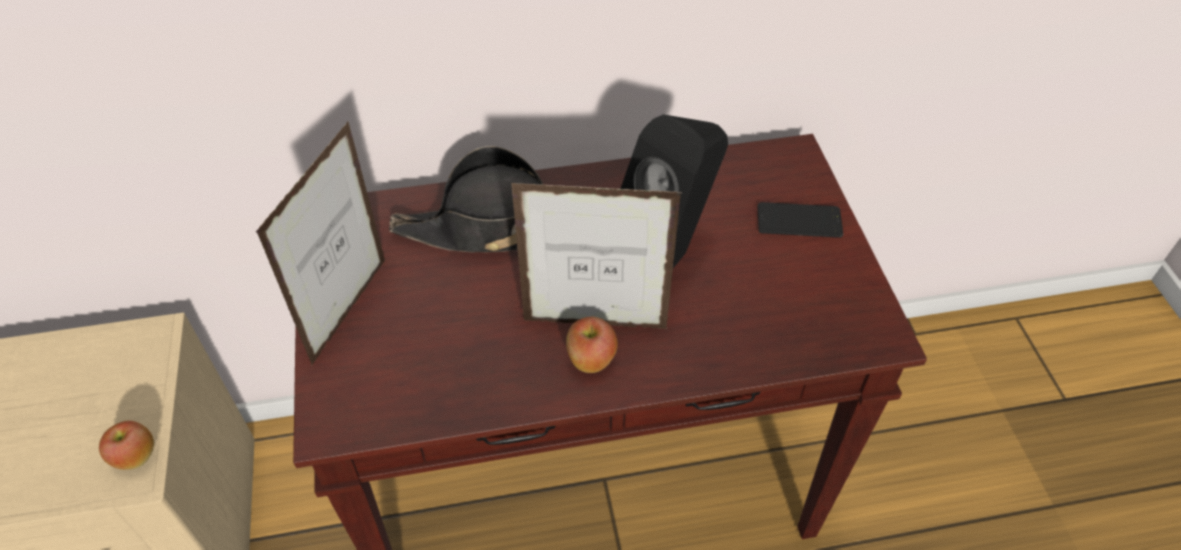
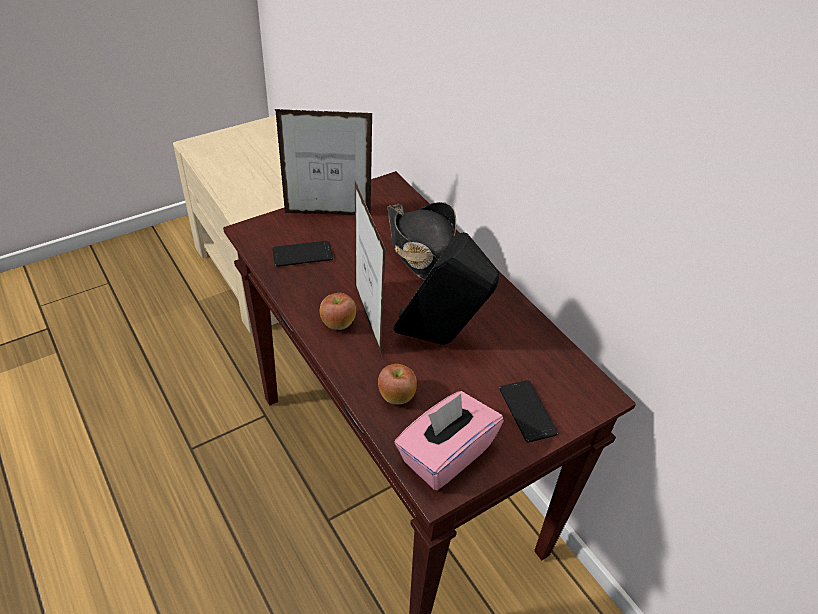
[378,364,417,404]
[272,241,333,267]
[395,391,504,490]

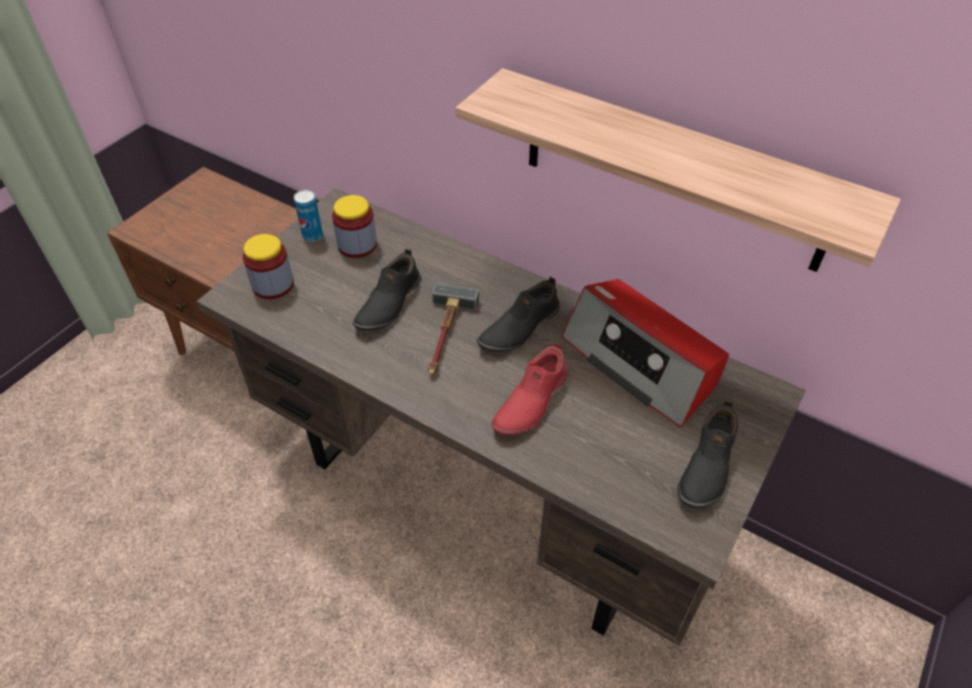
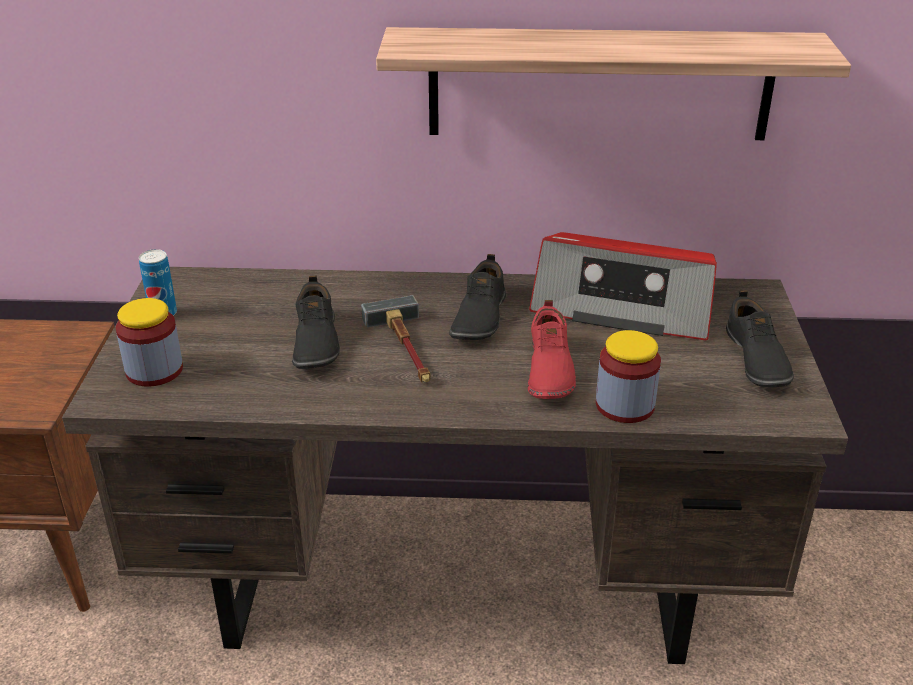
[596,330,661,423]

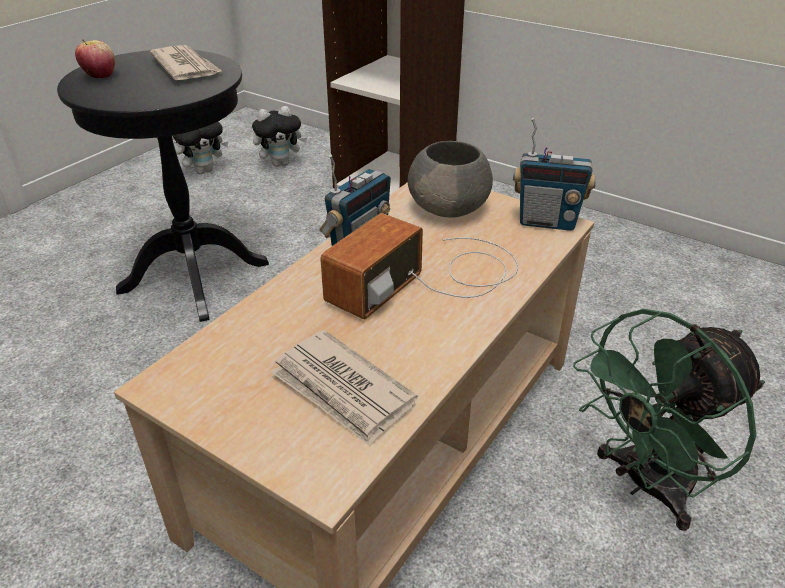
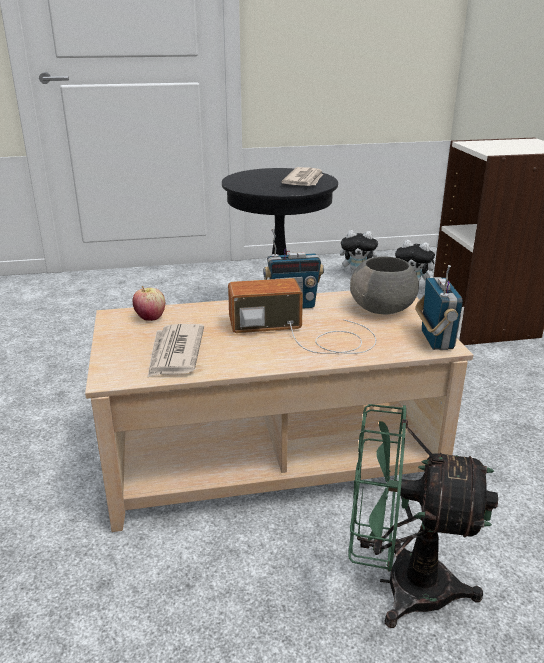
[133,286,165,321]
[415,265,463,350]

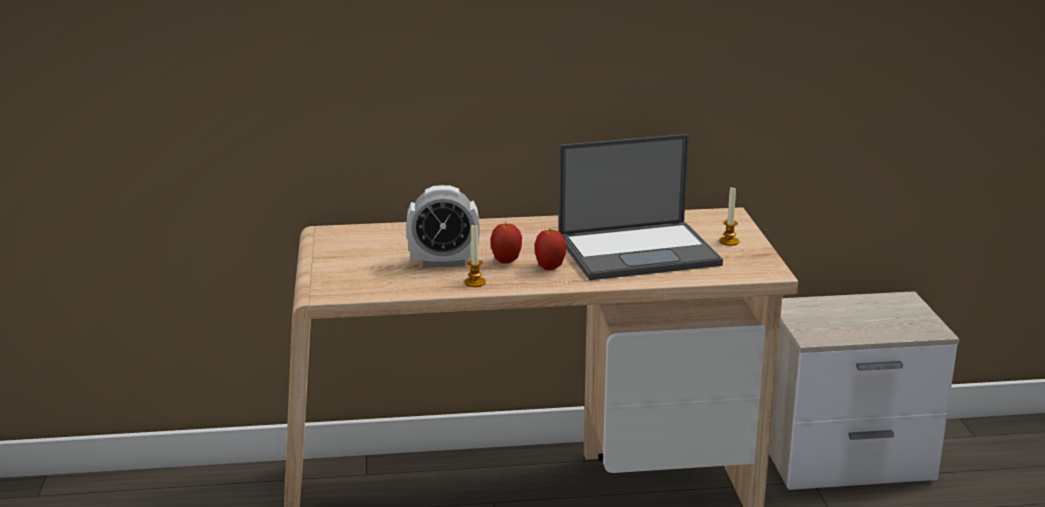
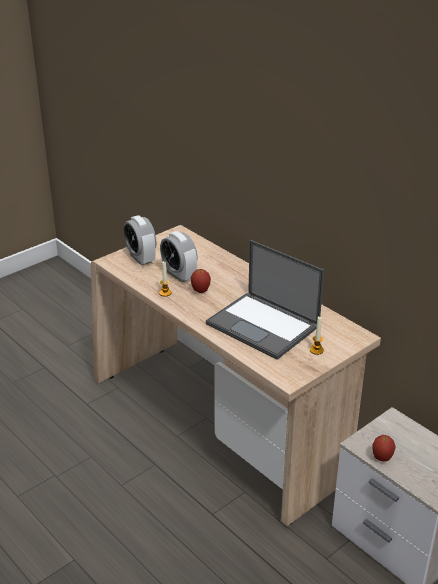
[373,435,396,462]
[123,215,157,266]

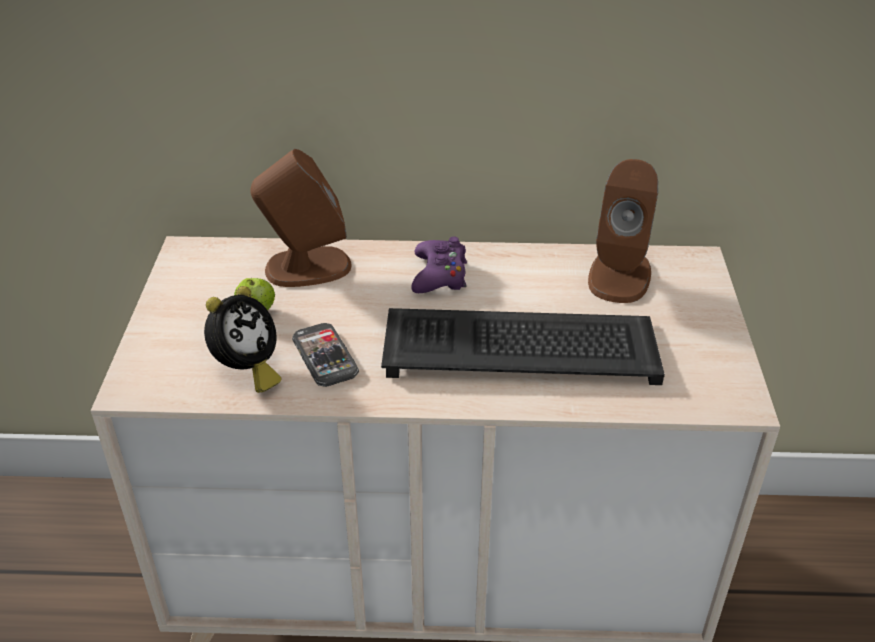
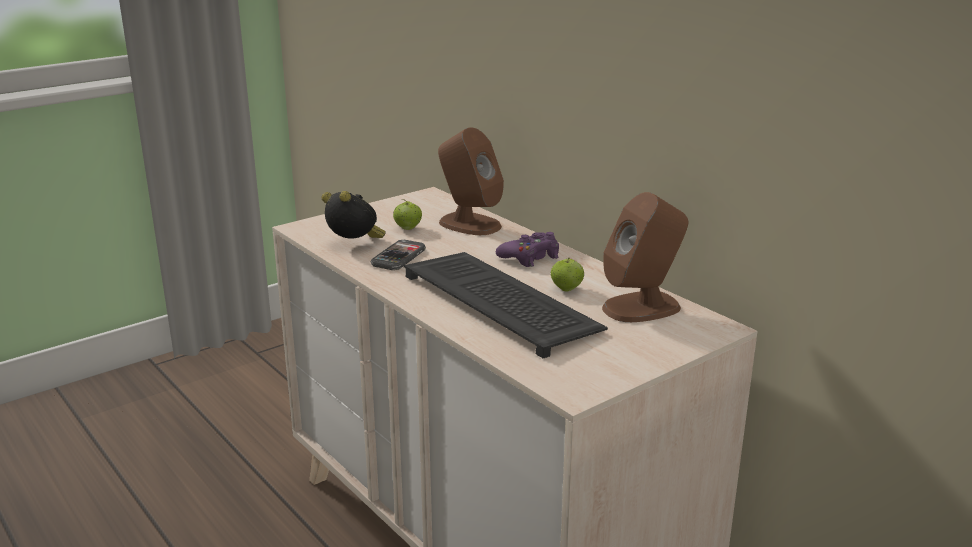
[321,191,386,239]
[550,258,584,291]

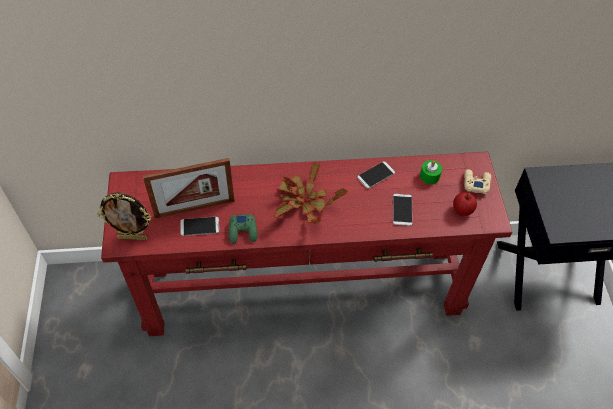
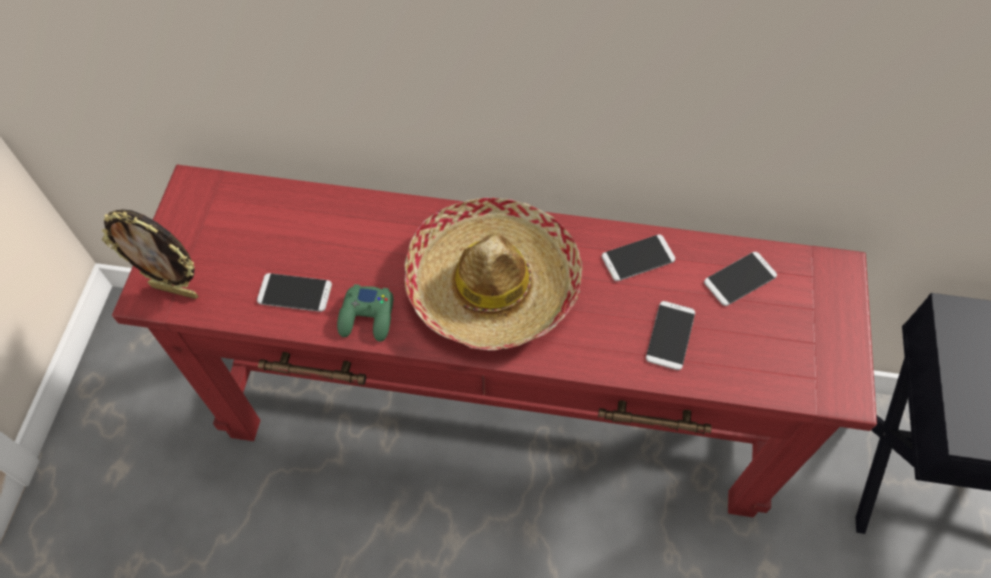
[143,158,234,219] (first image)
[404,197,583,350]
[704,252,777,306]
[453,192,477,216] (first image)
[464,169,491,194] (first image)

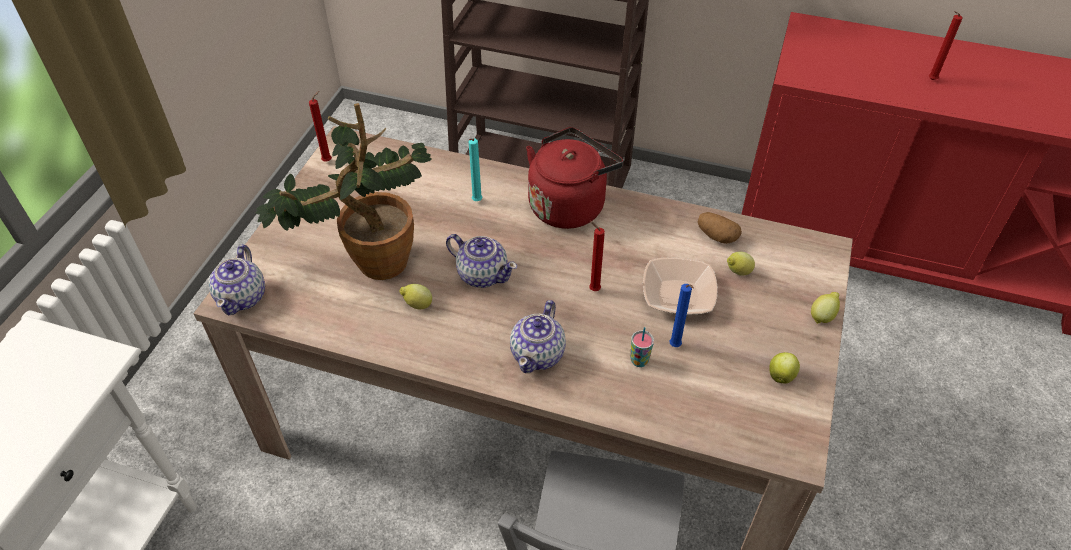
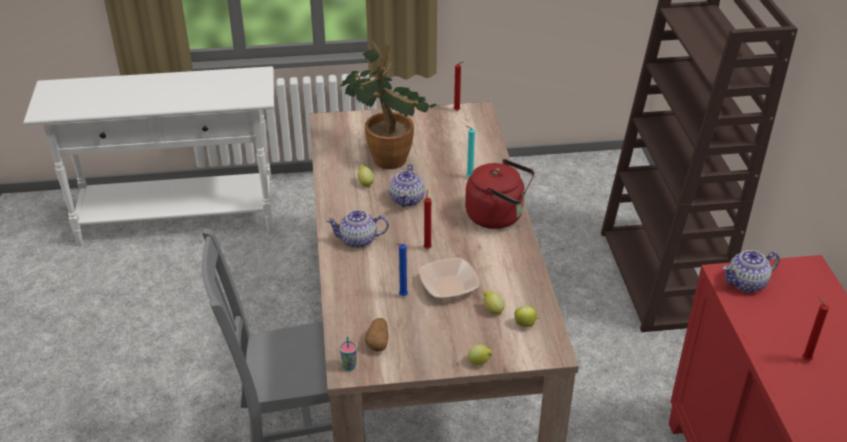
[723,250,780,292]
[339,336,357,371]
[365,318,388,352]
[514,306,539,327]

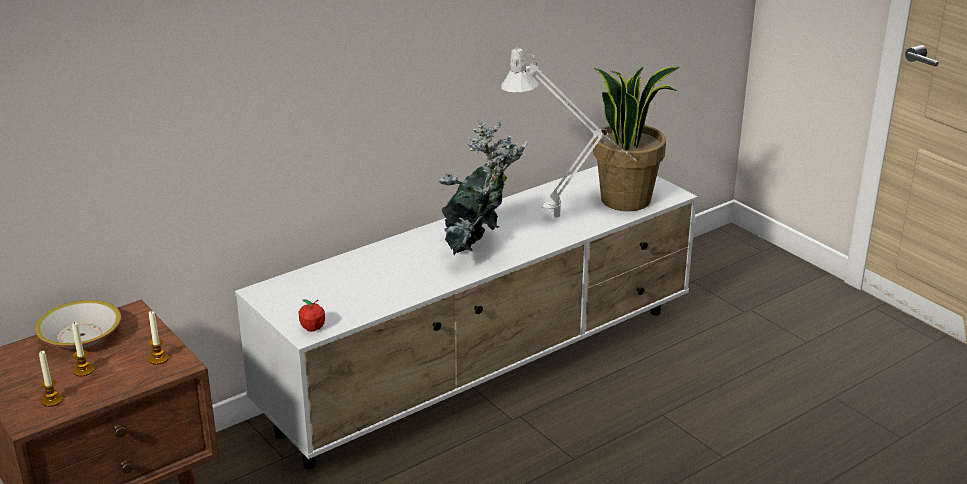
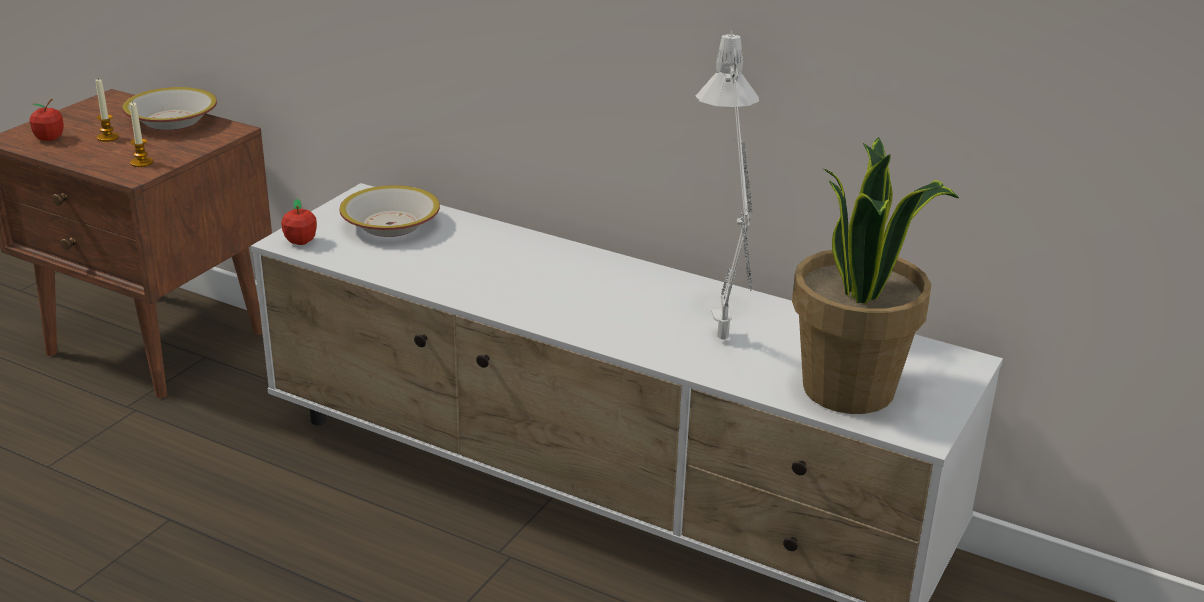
[29,99,64,141]
[439,120,528,256] (first image)
[339,185,440,237]

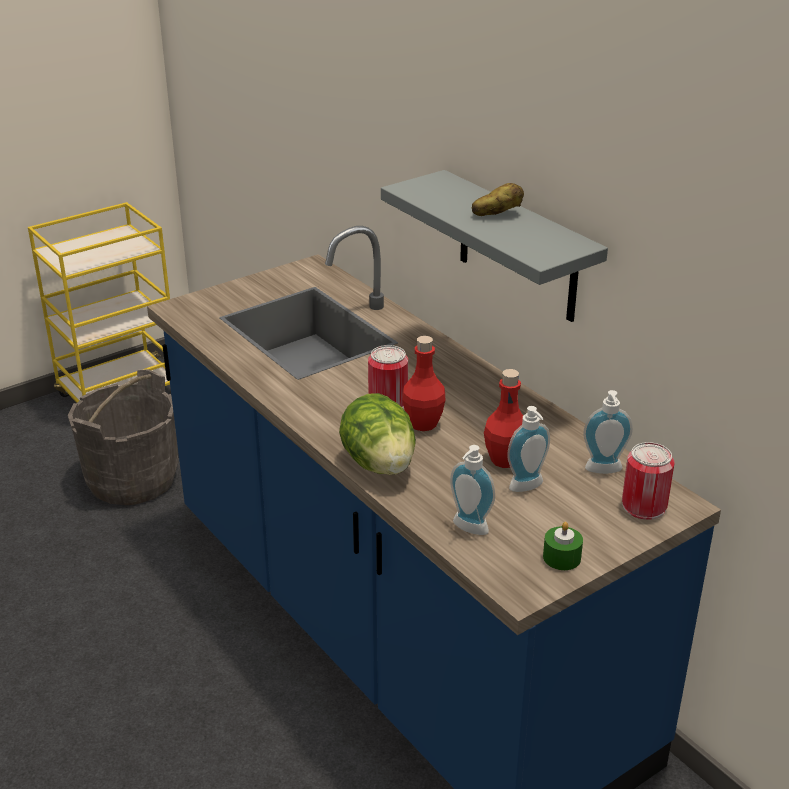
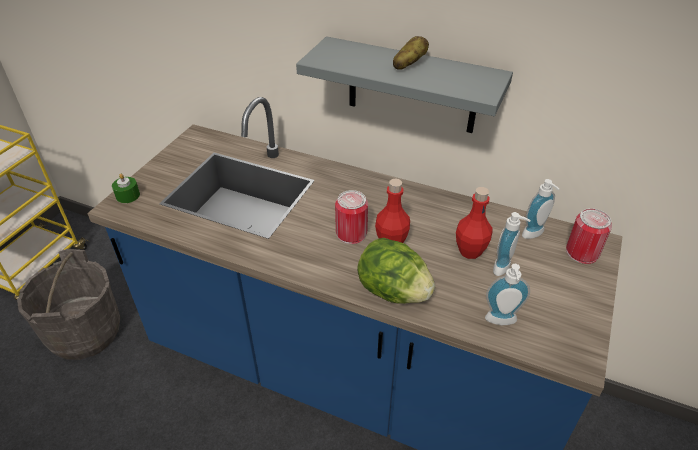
[112,174,140,203]

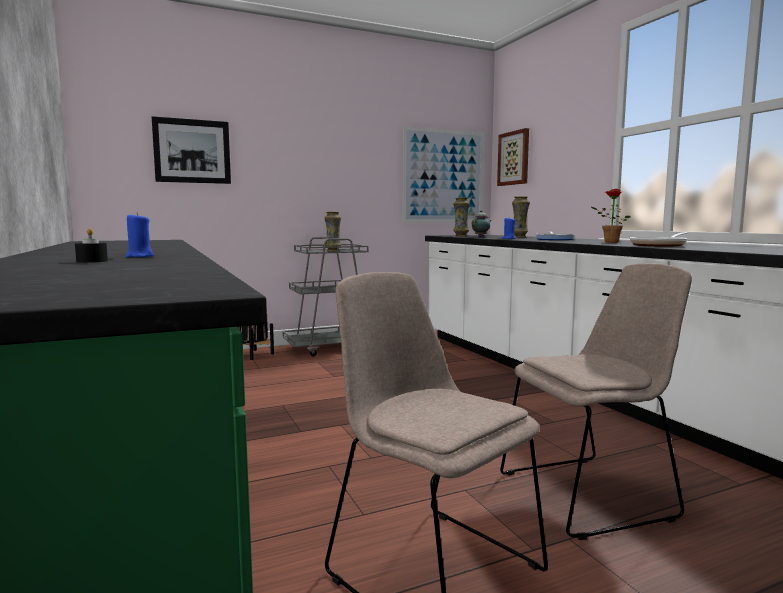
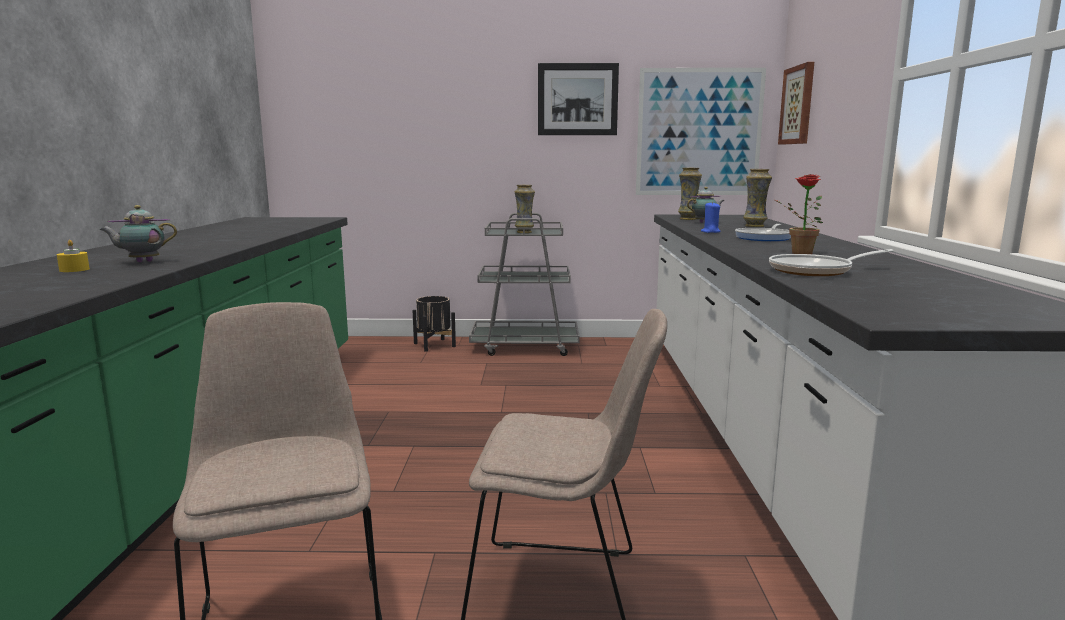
[57,240,90,272]
[100,205,177,262]
[538,63,619,135]

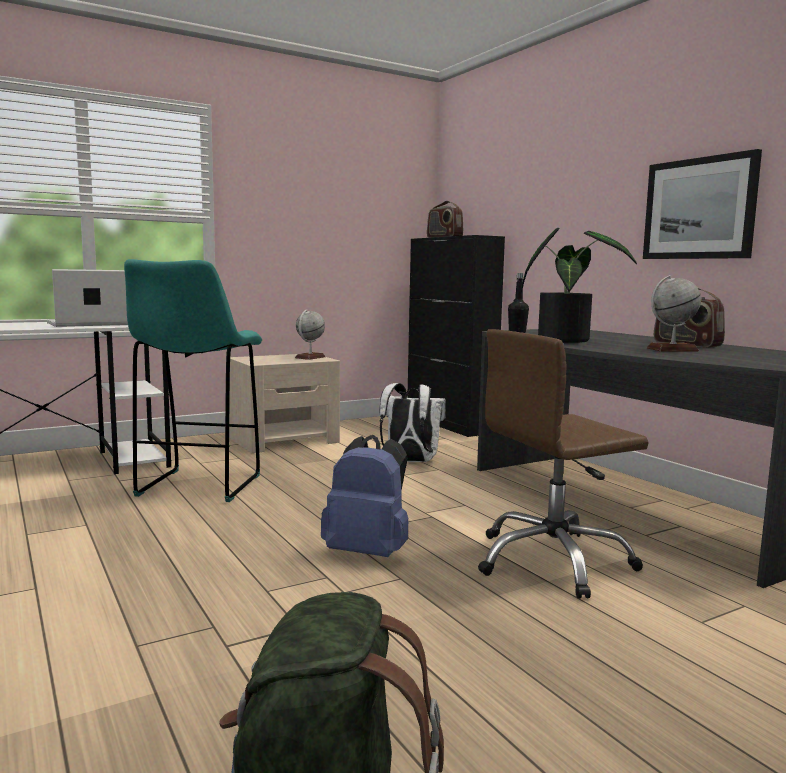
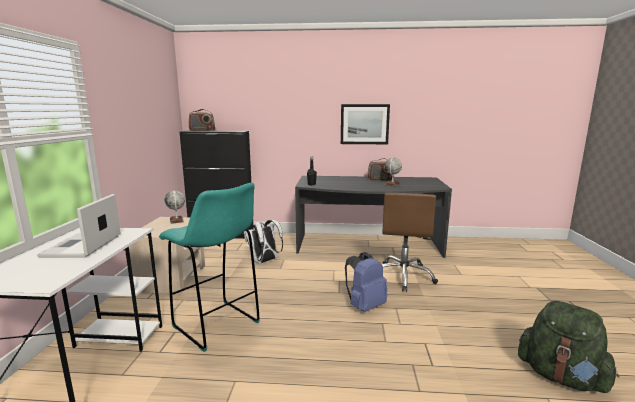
[521,228,637,343] (first image)

